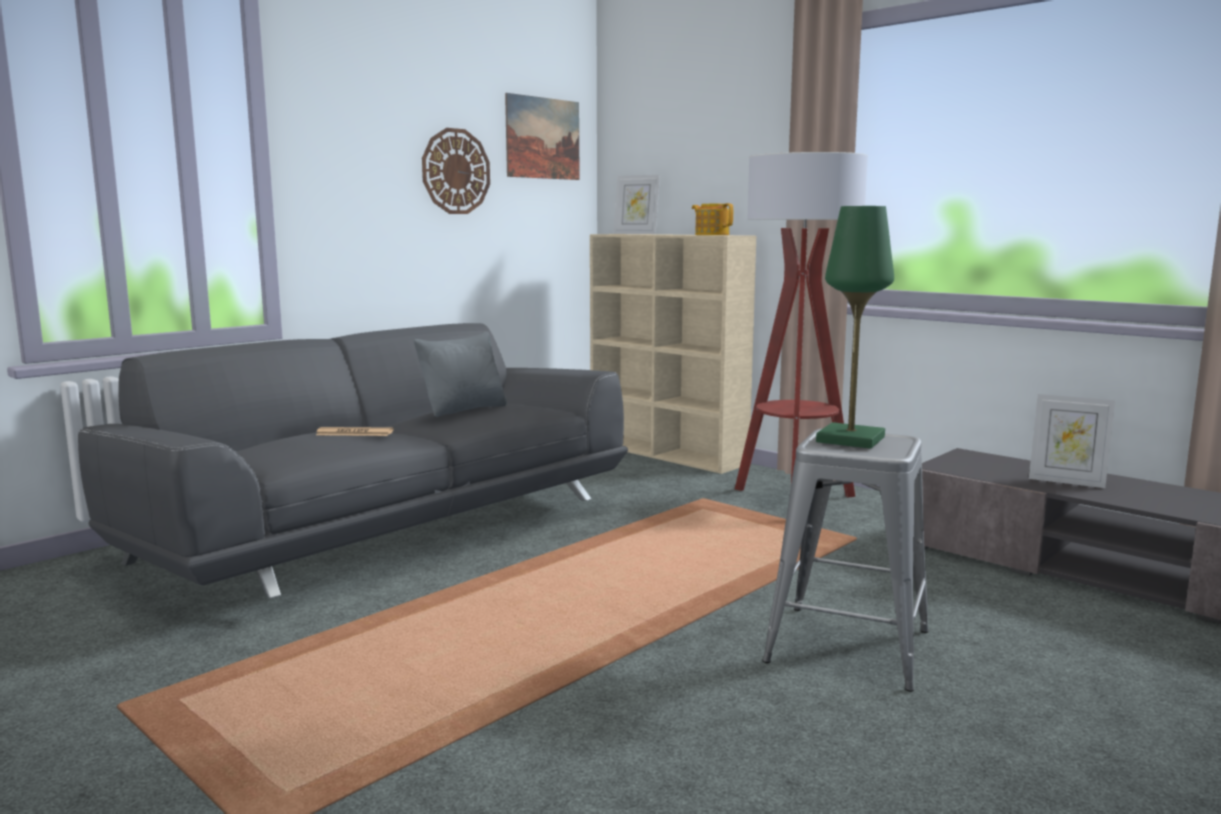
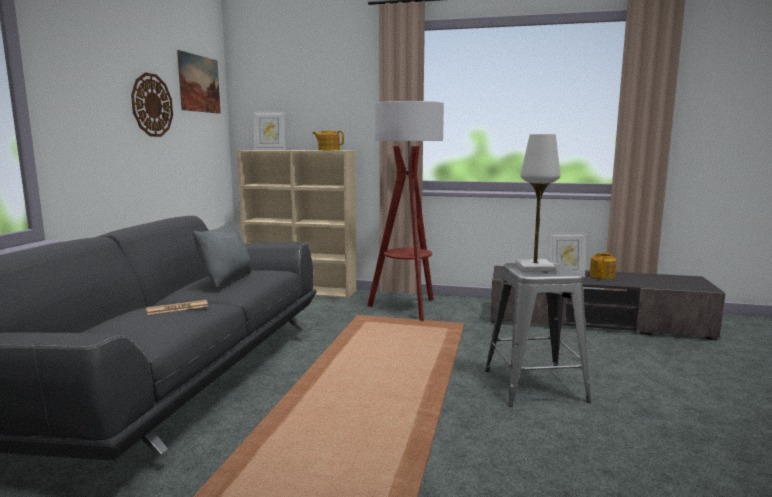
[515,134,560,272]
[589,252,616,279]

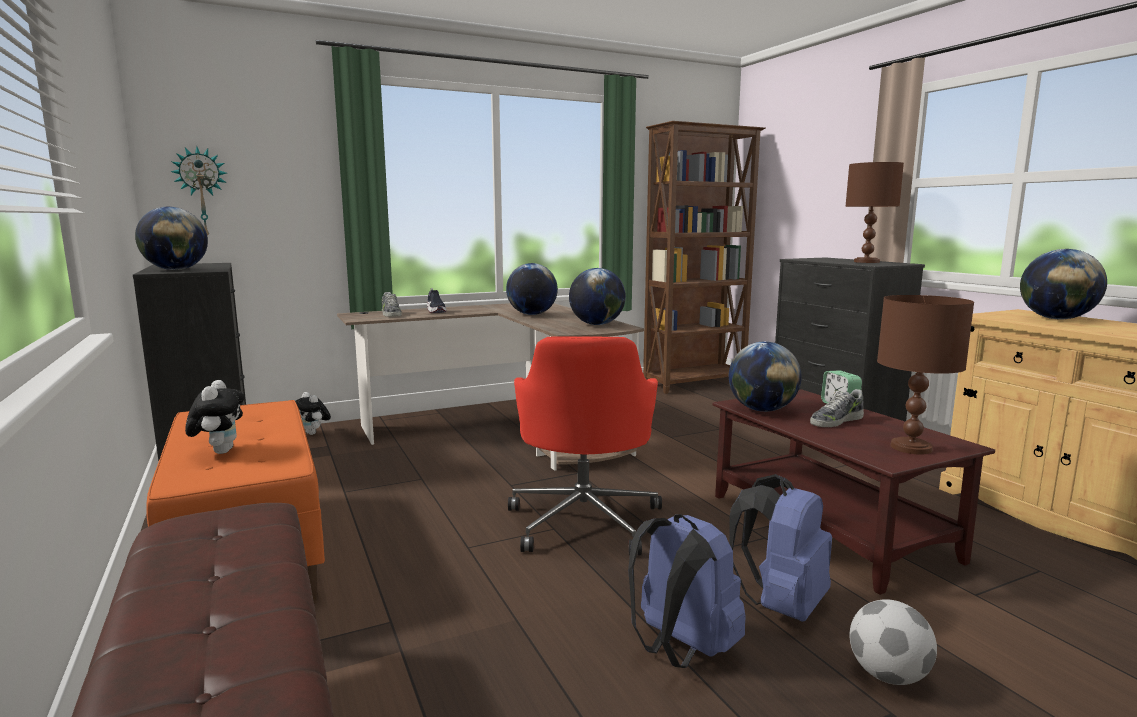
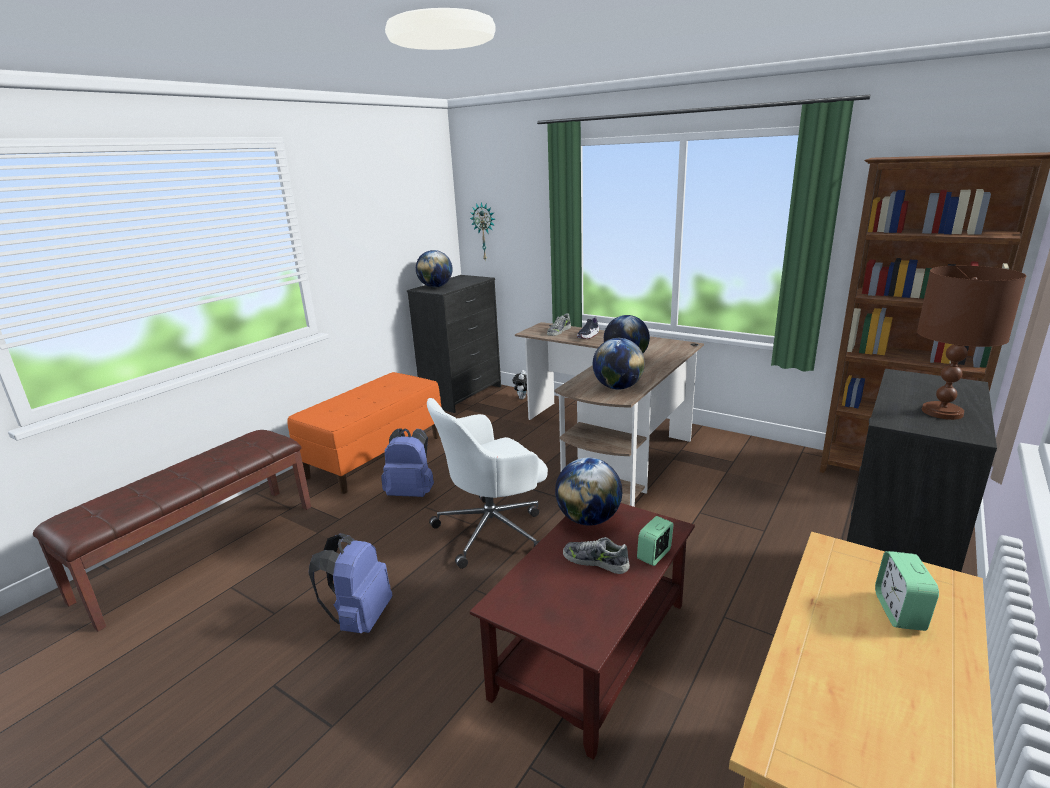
[185,380,244,454] (first image)
[427,398,548,569]
[381,428,434,497]
[850,599,937,685] (first image)
[877,295,974,455] (first image)
[875,551,939,631]

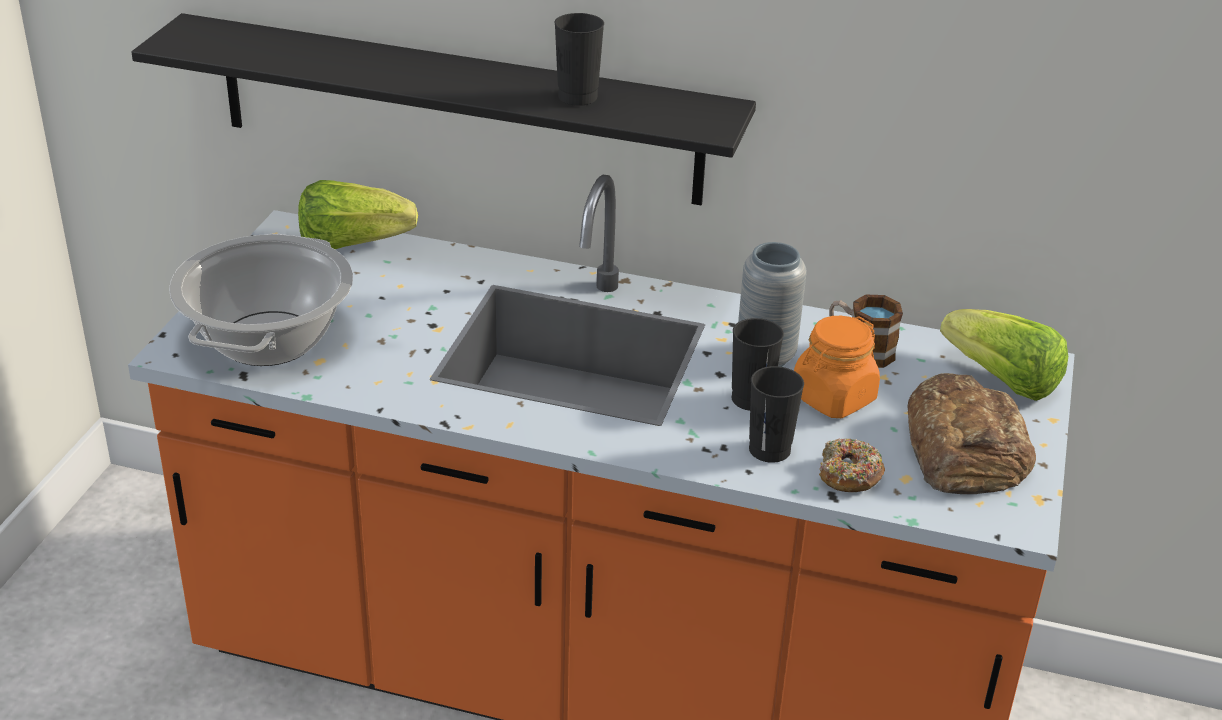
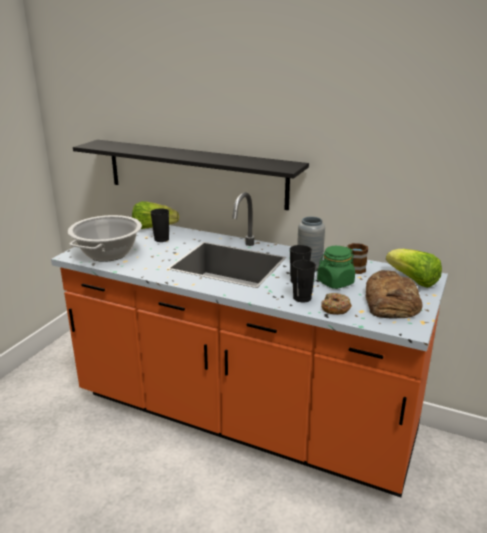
[151,208,169,242]
[317,246,355,289]

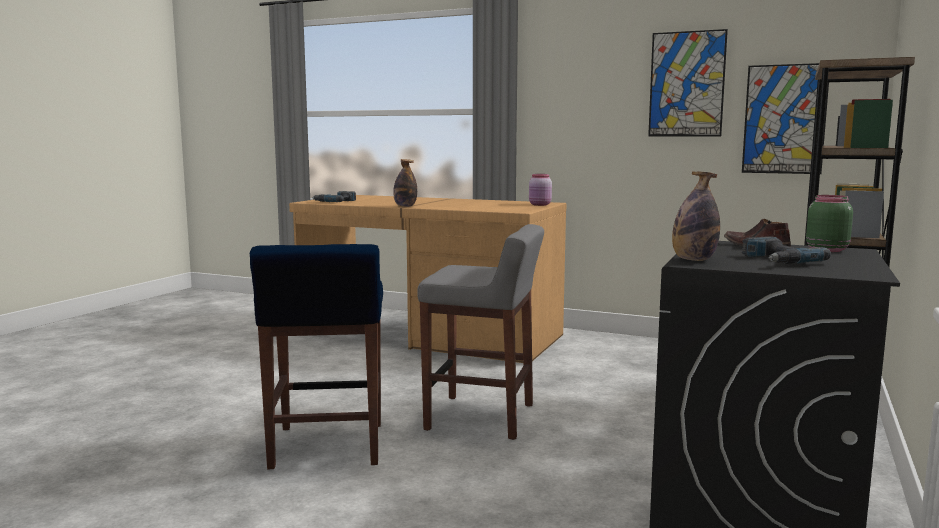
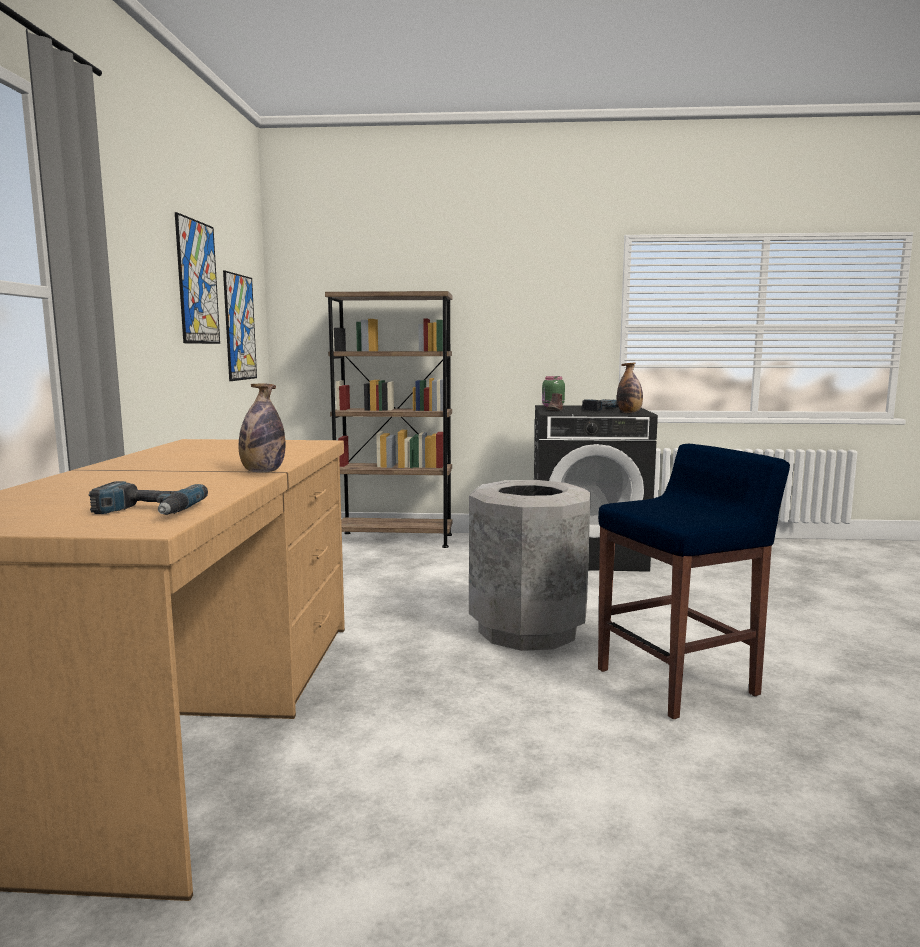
[469,480,591,651]
[529,174,552,206] (first image)

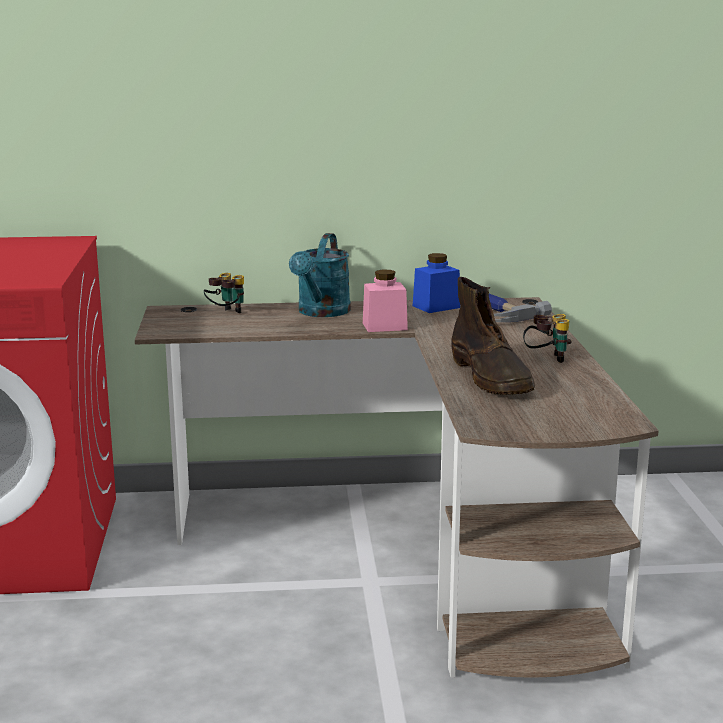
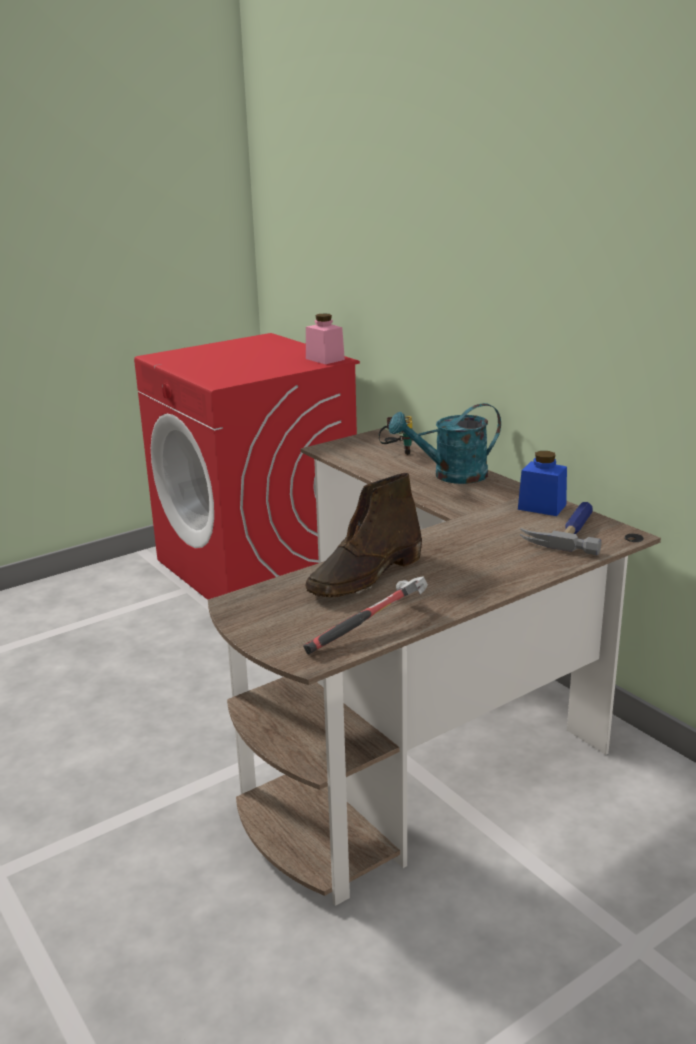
[306,313,345,364]
[523,314,572,363] (first image)
[303,576,428,655]

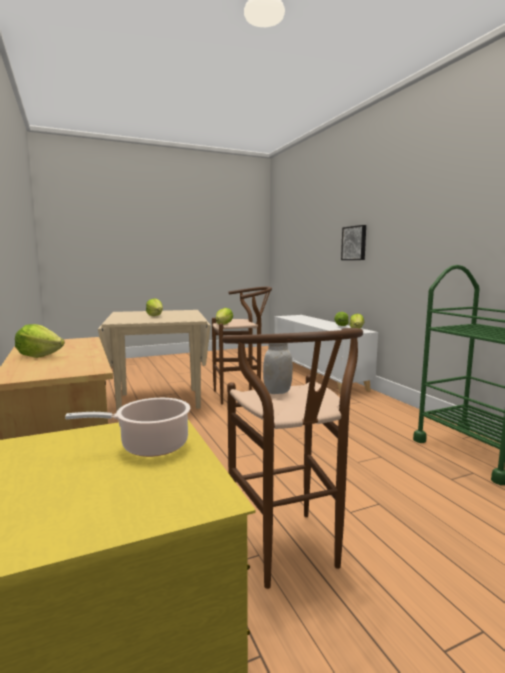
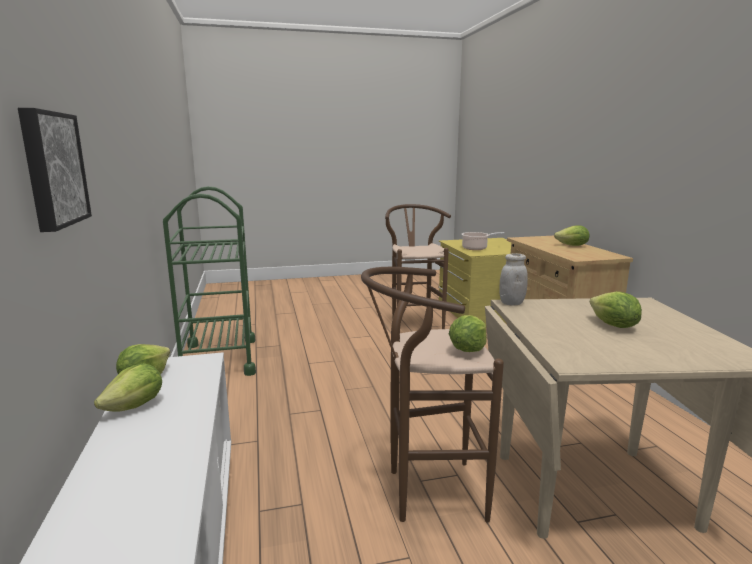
[499,254,528,306]

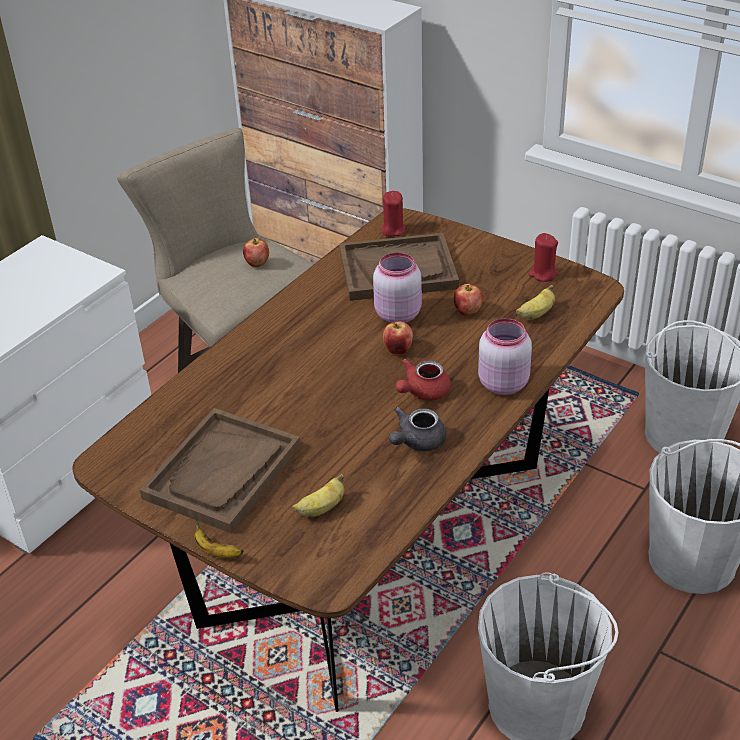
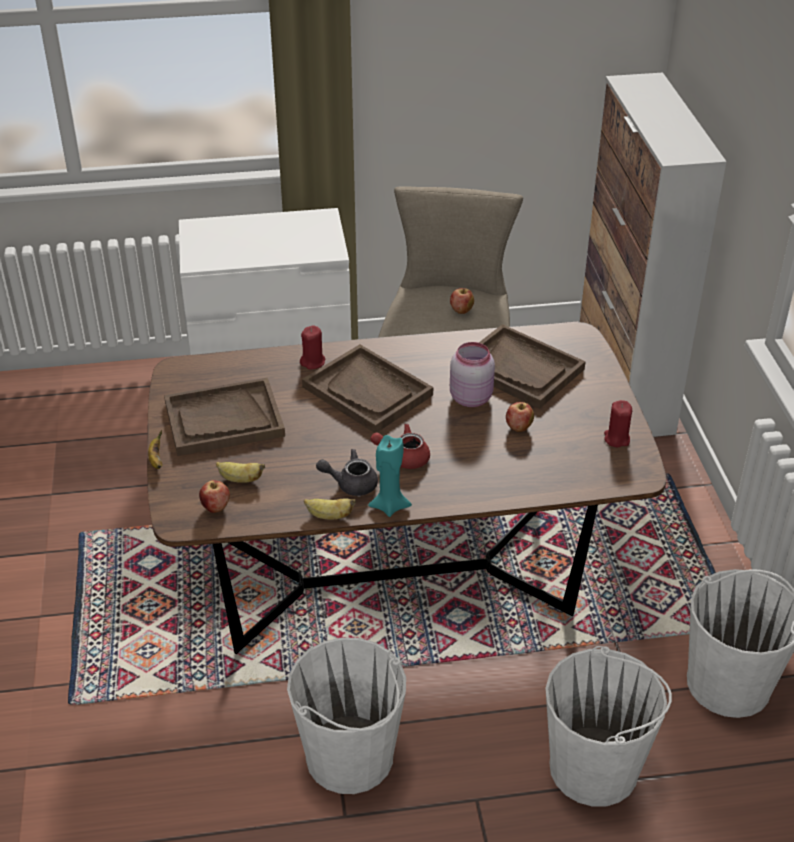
[300,325,325,369]
[199,480,230,513]
[478,318,532,395] (first image)
[304,498,356,519]
[302,344,433,433]
[368,435,412,517]

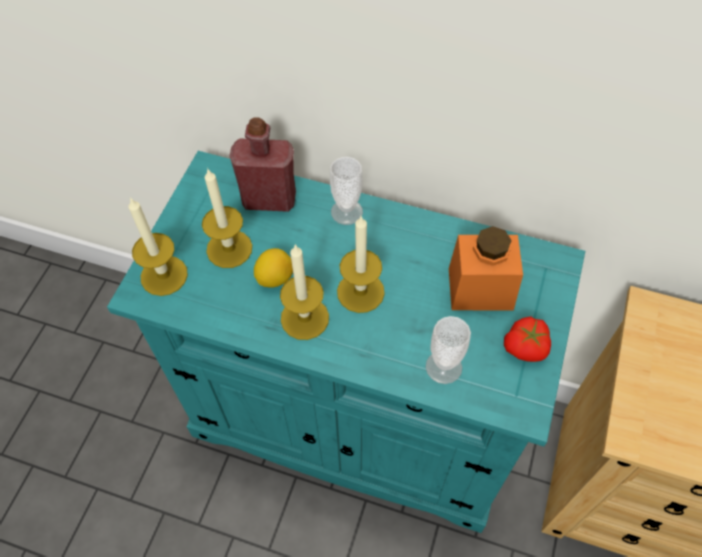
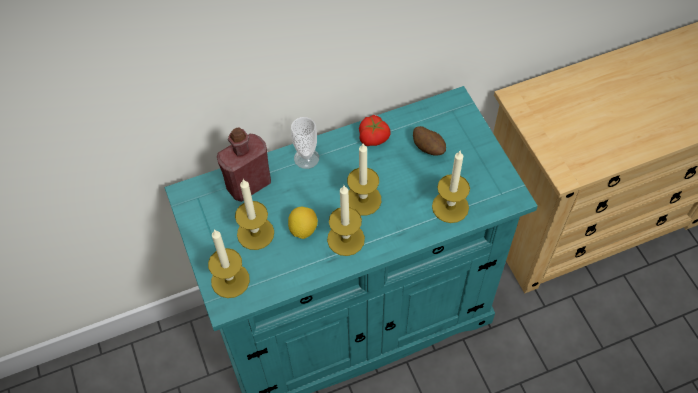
[432,151,470,223]
[413,126,446,156]
[359,115,391,146]

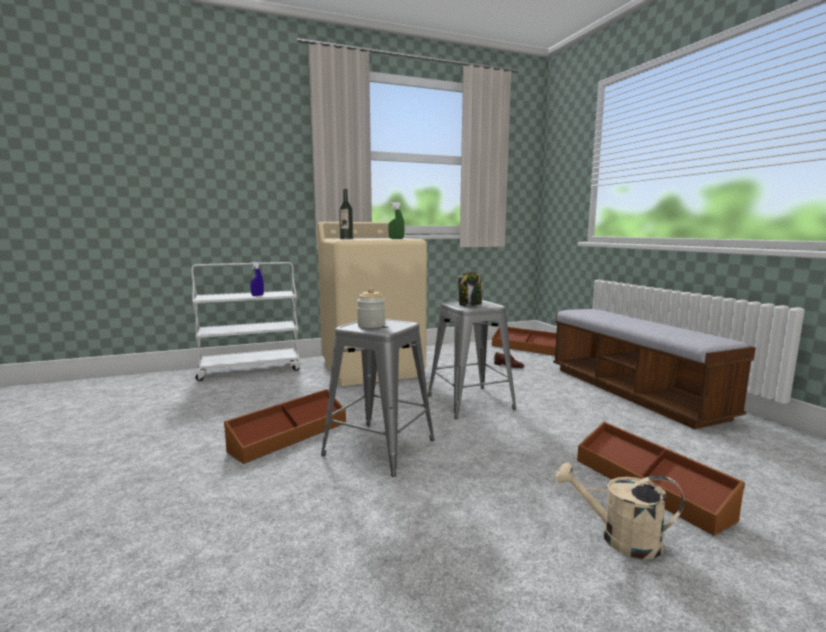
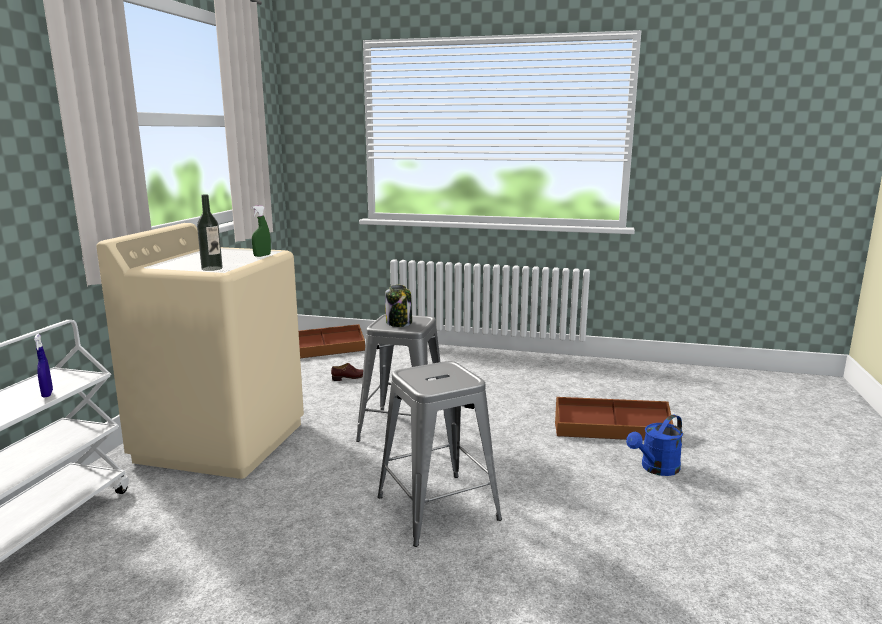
[224,389,346,464] (first image)
[357,288,385,328] (first image)
[553,309,756,429] (first image)
[626,414,683,476]

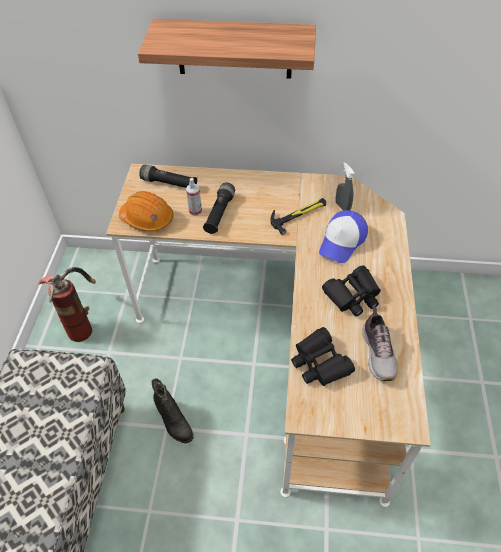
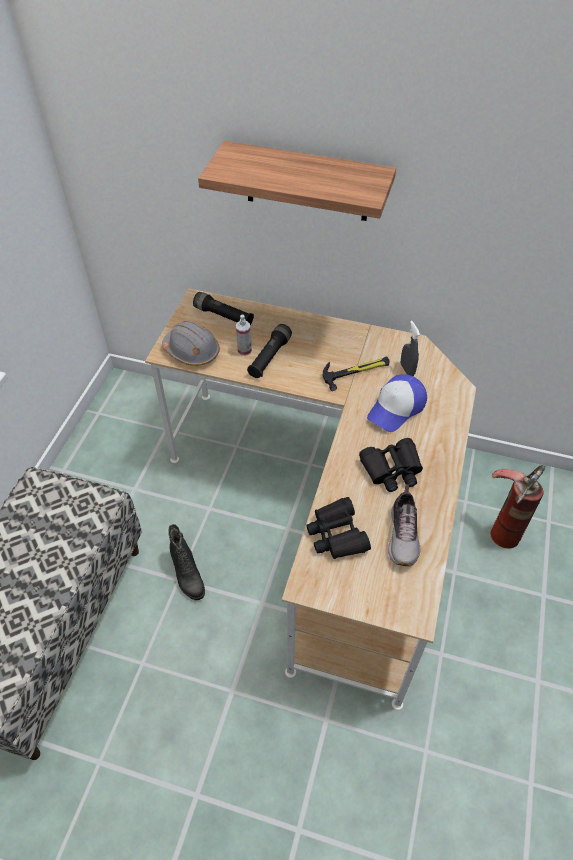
[490,465,545,549]
[162,321,220,366]

